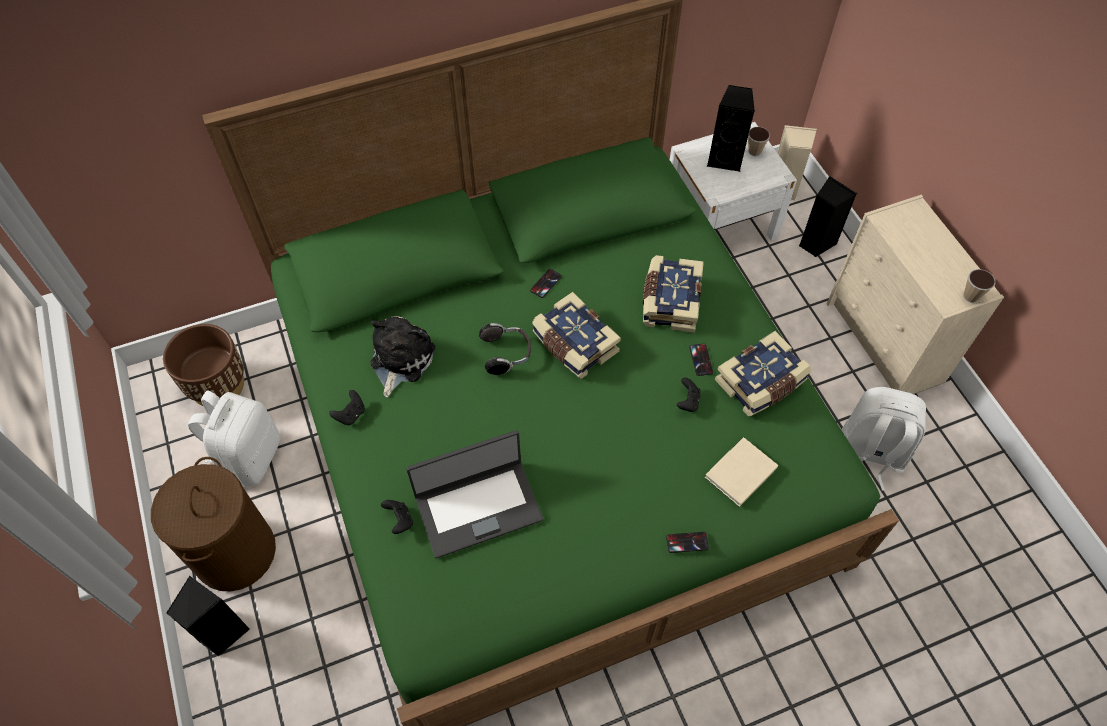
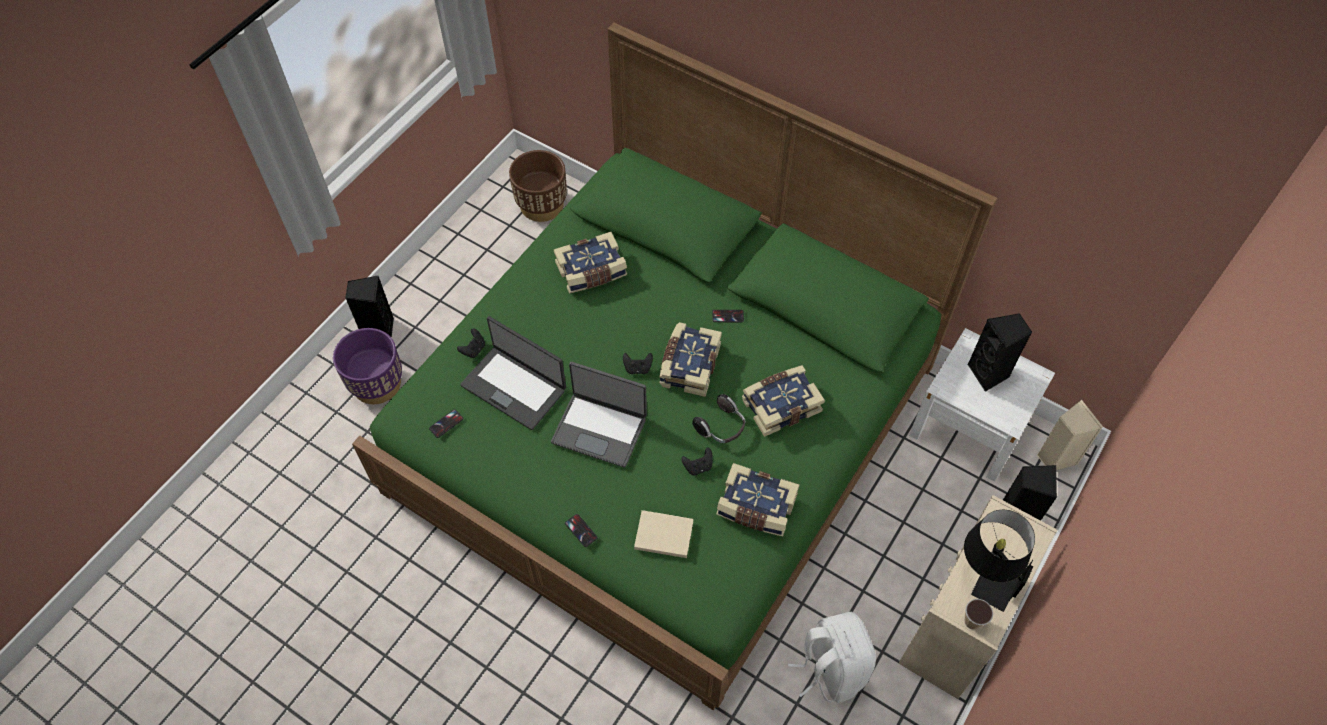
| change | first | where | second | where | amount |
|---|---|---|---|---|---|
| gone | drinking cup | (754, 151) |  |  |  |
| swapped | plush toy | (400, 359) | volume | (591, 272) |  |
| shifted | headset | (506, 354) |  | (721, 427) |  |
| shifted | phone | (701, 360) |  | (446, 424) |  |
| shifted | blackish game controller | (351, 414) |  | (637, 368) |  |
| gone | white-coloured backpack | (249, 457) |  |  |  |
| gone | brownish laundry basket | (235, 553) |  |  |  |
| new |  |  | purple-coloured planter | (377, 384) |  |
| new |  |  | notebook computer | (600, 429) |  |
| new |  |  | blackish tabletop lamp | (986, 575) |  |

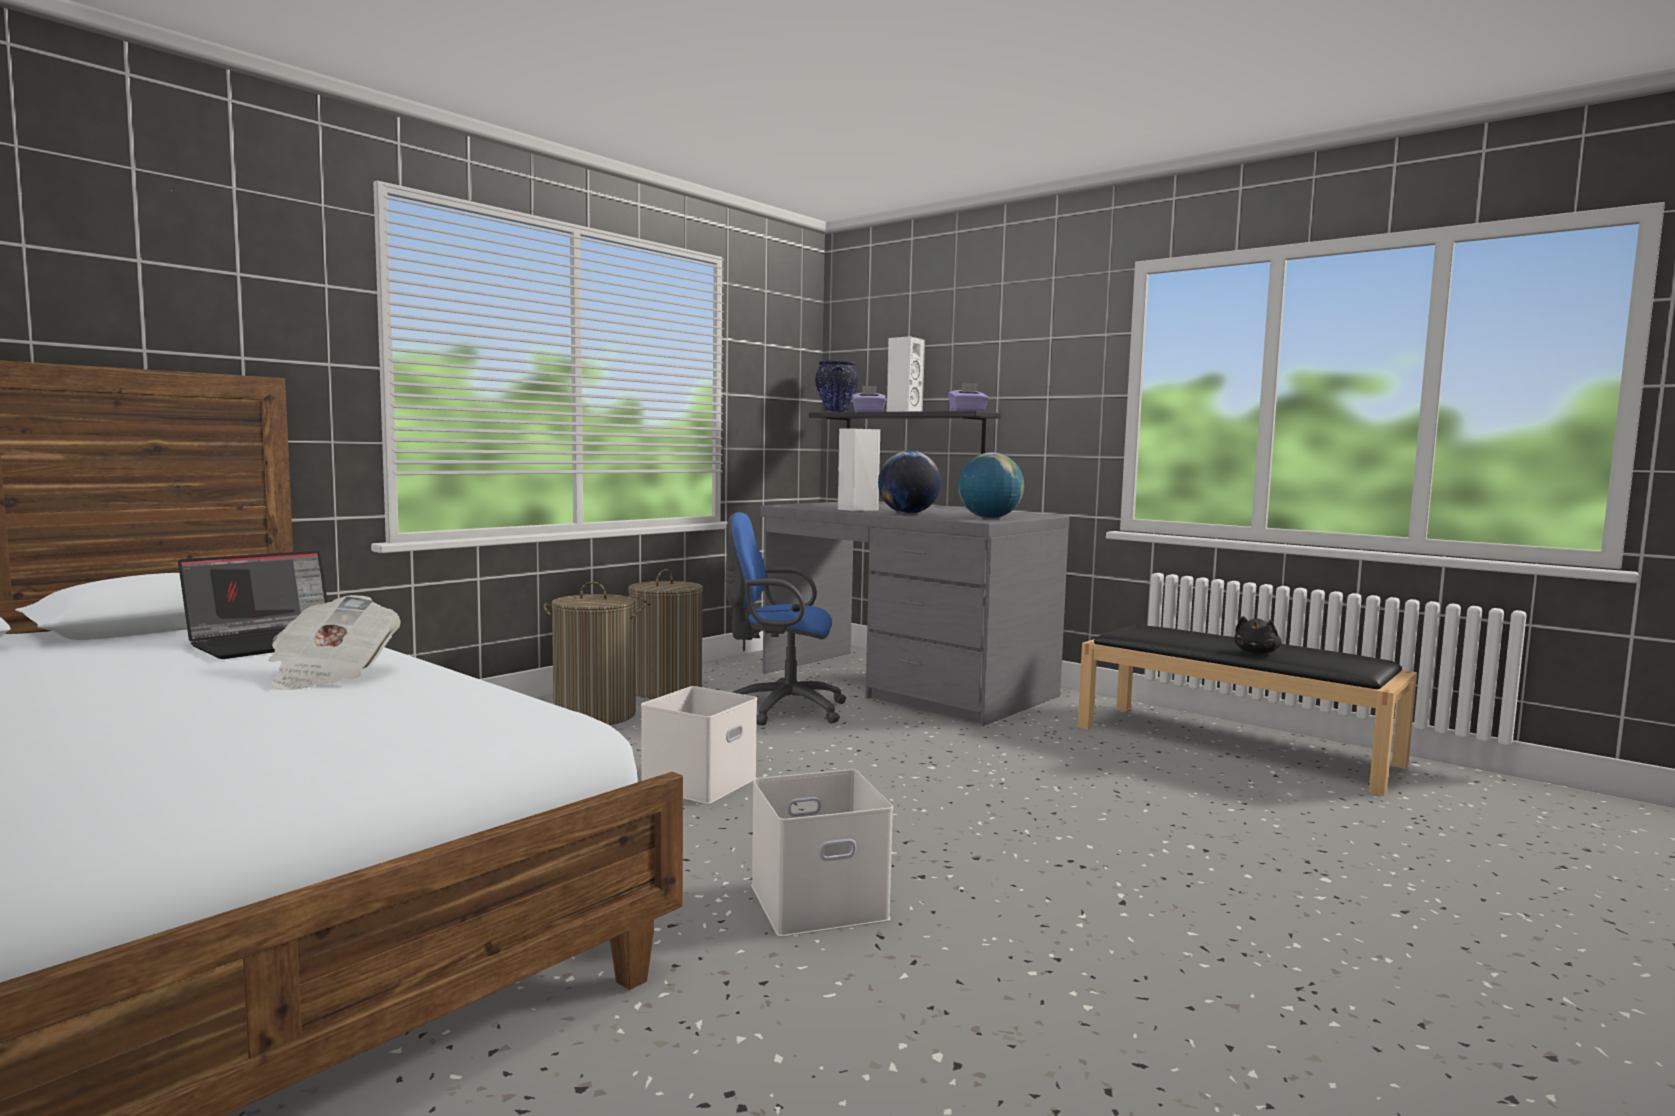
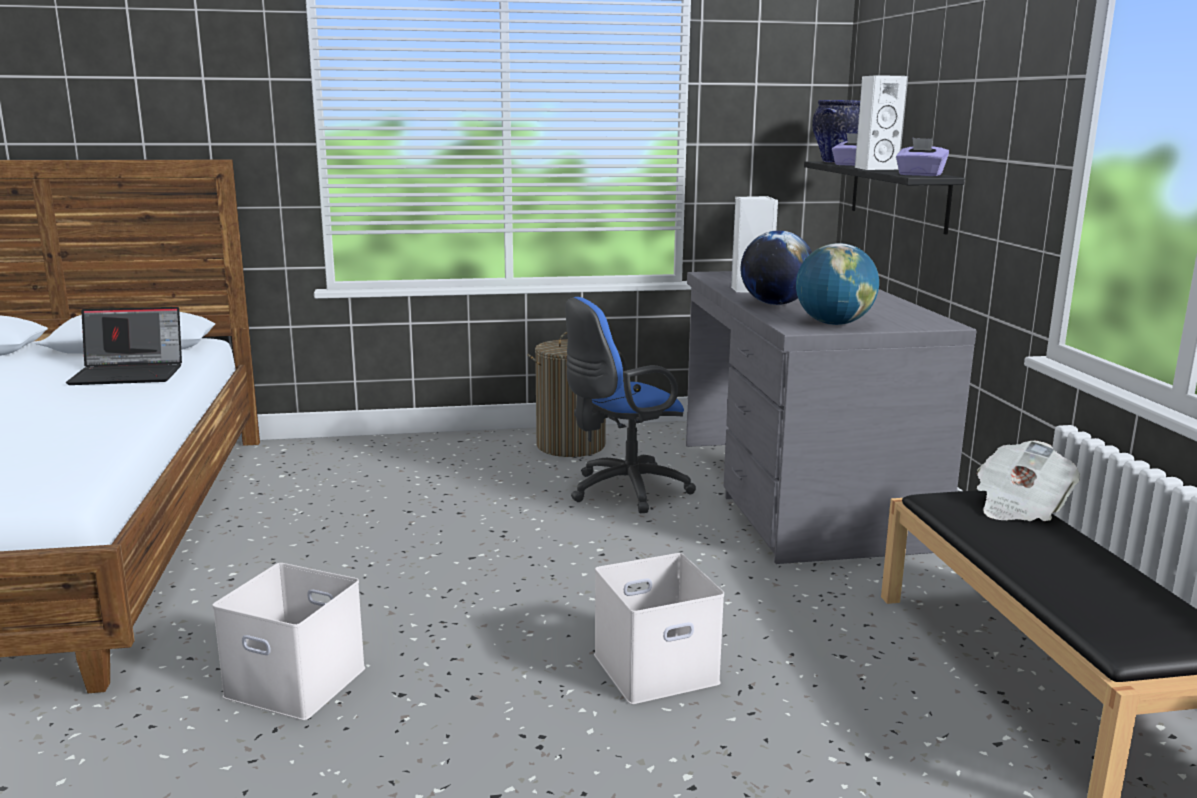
| change | first | where | second | where | amount |
|---|---|---|---|---|---|
| rotated | bluish office chair | (781, 709) |  | (623, 491) | 75 degrees counterclockwise |
| gone | laundry basket | (595, 715) |  |  |  |
| shifted | printed paper | (331, 675) |  | (1019, 507) |  |
| gone | blackish plush toy | (1256, 652) |  |  |  |
| shifted | white-coloured storage container | (699, 782) |  | (656, 667) |  |

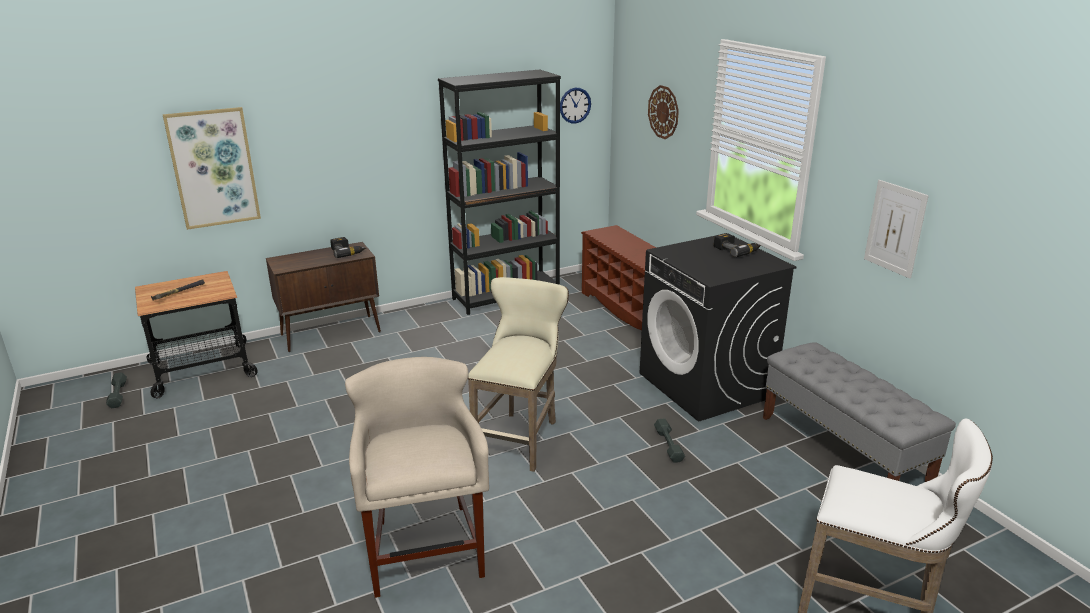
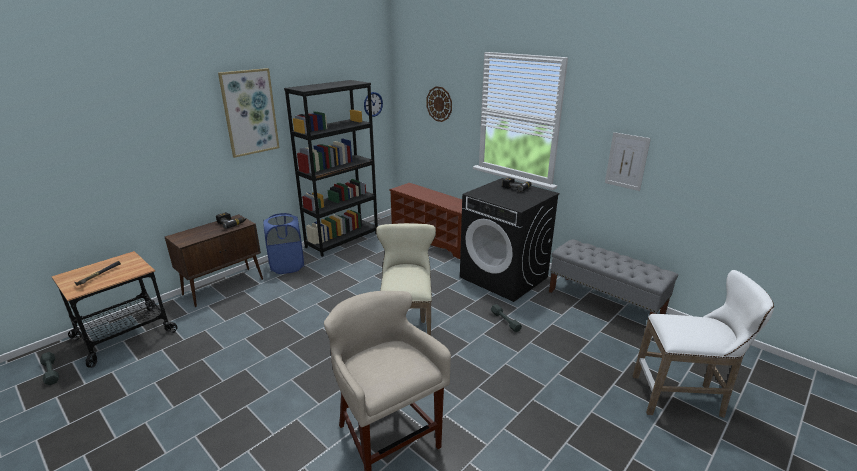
| change | first | where | second | where | amount |
|---|---|---|---|---|---|
| shifted | picture | (213, 168) |  | (249, 112) |  |
| new |  |  | bluish laundry basket | (287, 266) |  |

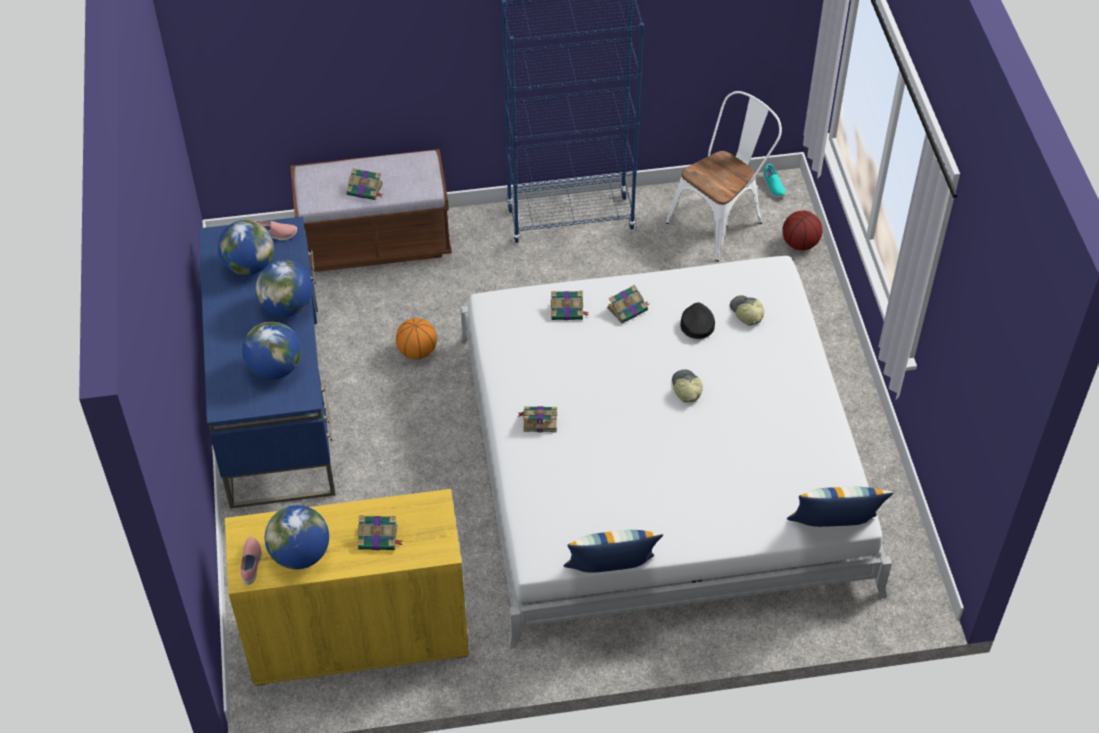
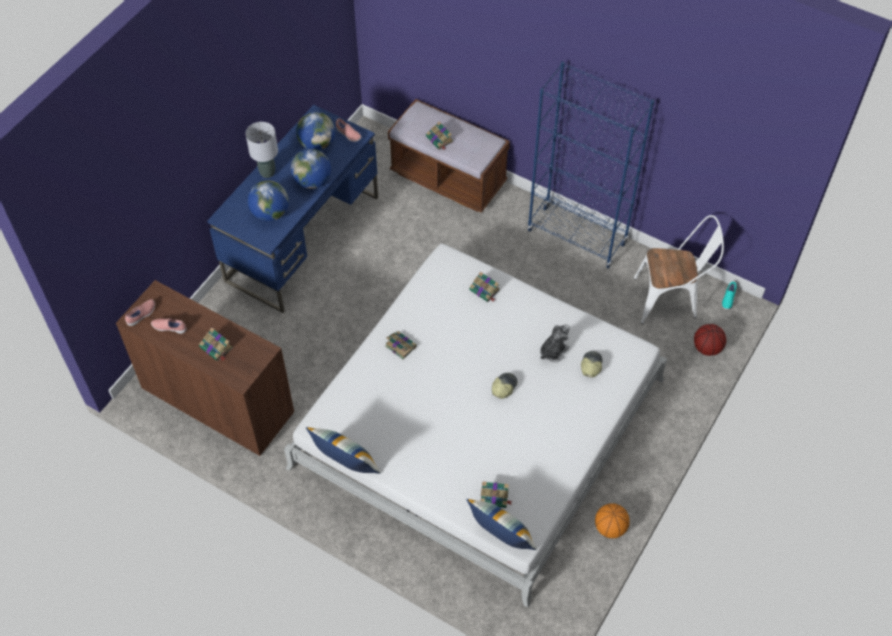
| change | first | where | second | where | amount |
|---|---|---|---|---|---|
| shifted | volume | (628, 309) |  | (495, 497) |  |
| swapped | blackish peaked cap | (697, 323) | plush toy | (553, 351) |  |
| shifted | basketball ball | (417, 351) |  | (610, 528) |  |
| repainted | yellowish cabinet | (358, 635) | brownish cabinet | (218, 400) |  |
| swapped | desk globe | (300, 554) | pink-coloured item of footwear | (170, 328) |  |
| new |  |  | greyish tabletop lamp | (267, 173) |  |

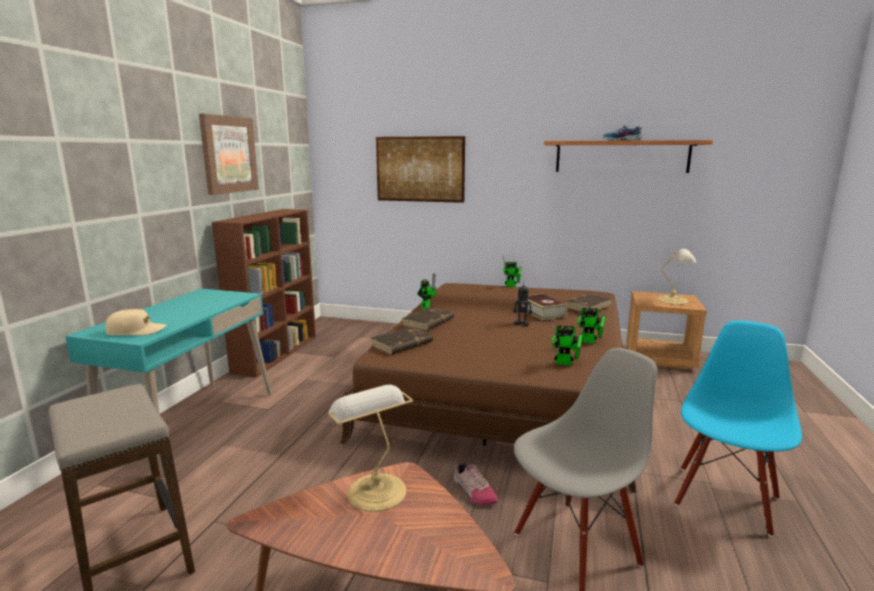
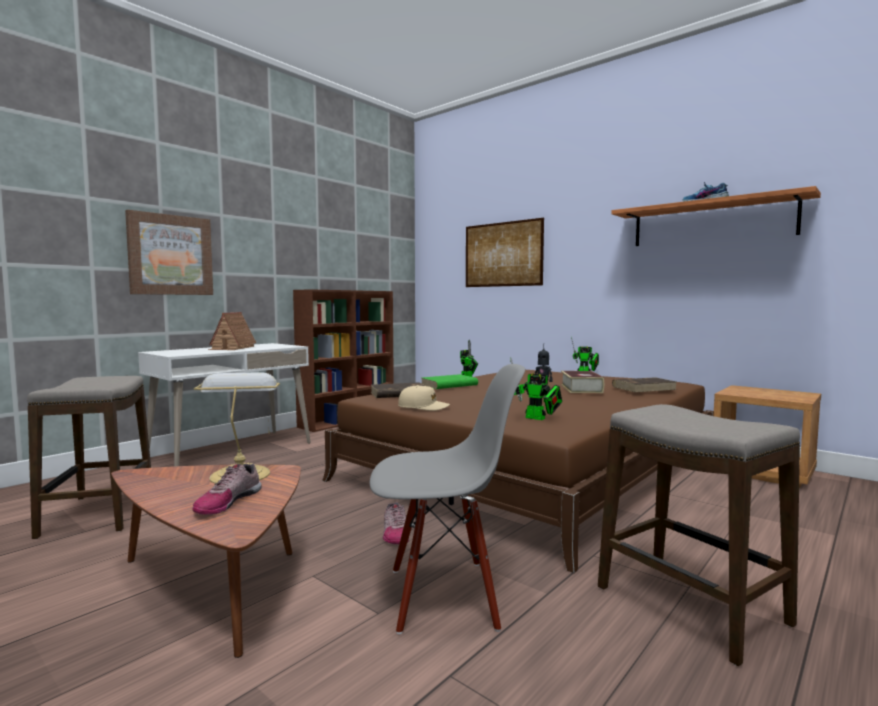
| change | first | where | second | where | amount |
|---|---|---|---|---|---|
| shifted | picture | (228, 154) |  | (170, 255) |  |
| gone | tabletop lamp | (674, 300) |  |  |  |
| repainted | turquoise-coloured desk table | (191, 423) | white-coloured desk table | (232, 451) |  |
| gone | robot figure | (590, 342) |  |  |  |
| repainted | brownish volume | (428, 322) | green volume | (448, 385) |  |
| shifted | beige peaked cap | (136, 331) |  | (423, 407) |  |
| swapped | bluish upright chair | (724, 499) | sitting stool | (690, 605) |  |
| new |  |  | model house | (232, 348) |  |
| new |  |  | item of footwear | (227, 502) |  |

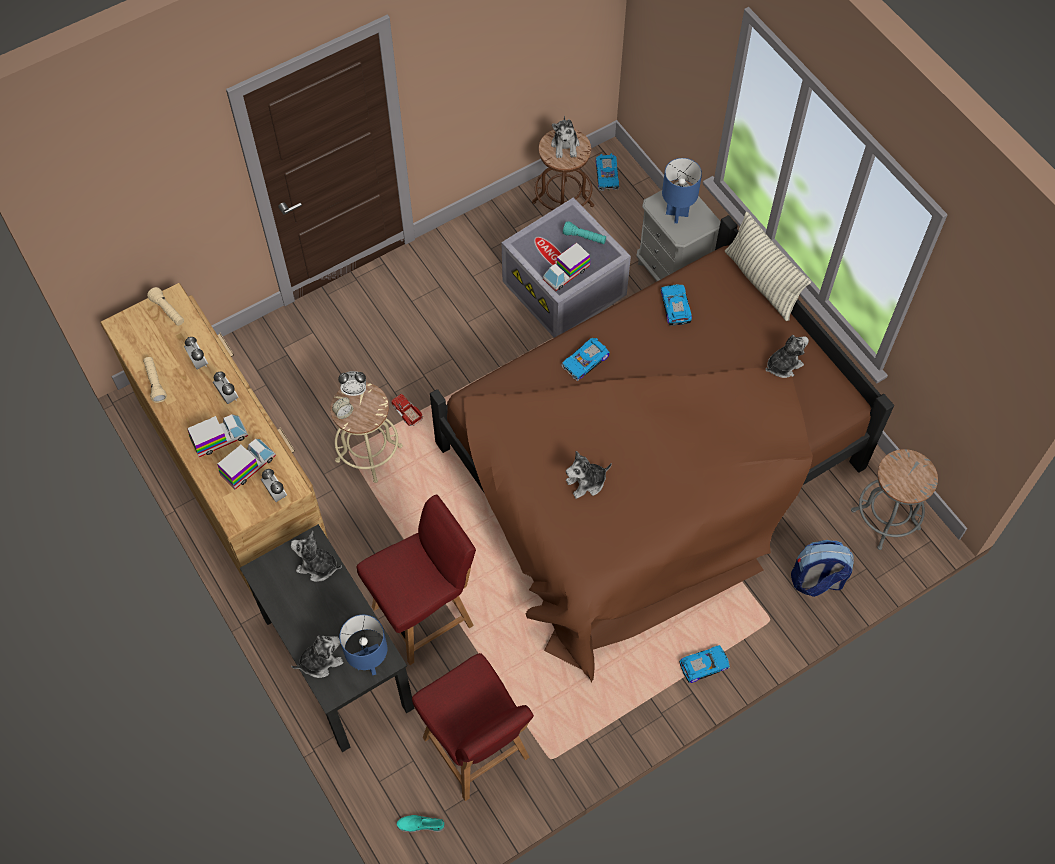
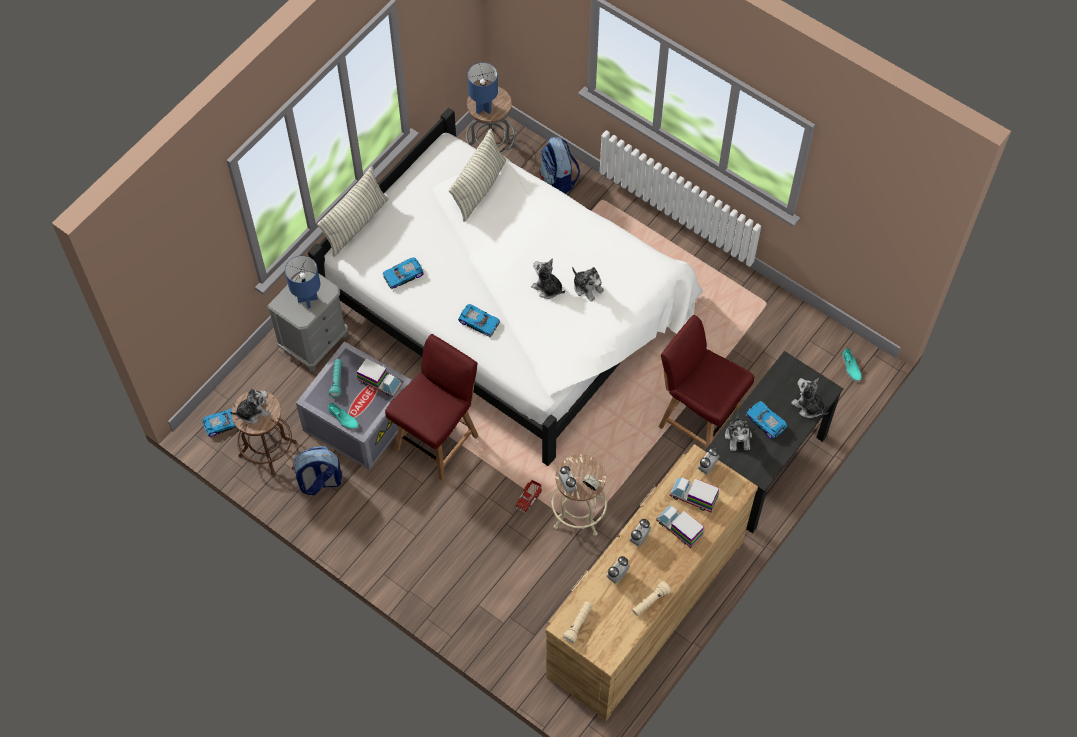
| change | first | where | second | where | amount |
|---|---|---|---|---|---|
| repainted | brownish bed | (648, 469) | white-coloured bed | (511, 308) |  |
| shifted | plush toy | (783, 365) |  | (547, 288) |  |
| shifted | bluish tabletop lamp | (369, 663) |  | (483, 108) |  |
| shifted | model car | (703, 664) |  | (765, 422) |  |
| shifted | reddish upright chair | (477, 750) |  | (438, 441) |  |
| new |  |  | cushion | (479, 188) |  |
| new |  |  | turquoise-coloured item of footwear | (343, 419) |  |
| new |  |  | backpack | (319, 482) |  |

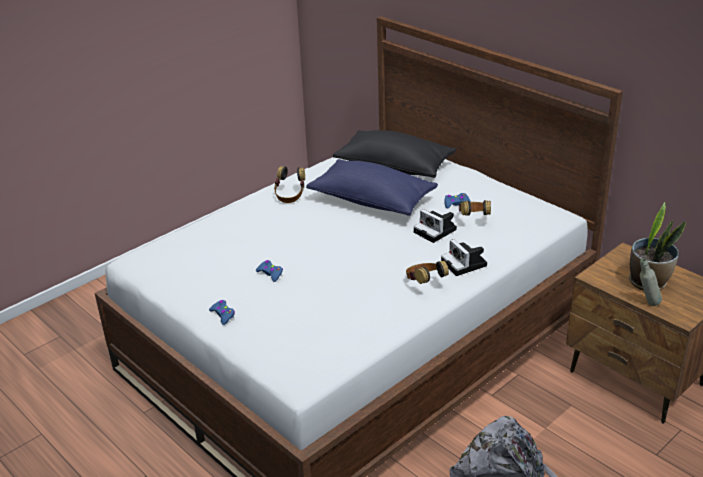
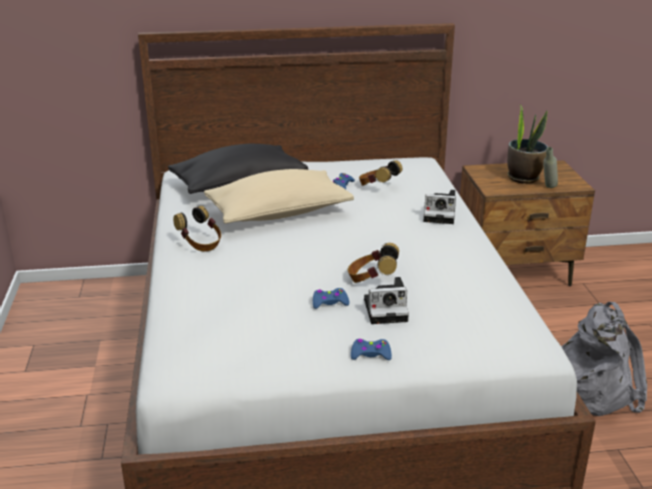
| change | first | where | second | where | amount |
|---|---|---|---|---|---|
| repainted | bluish cushion | (372, 201) | beige cushion | (278, 213) |  |
| shifted | photo camera | (436, 231) |  | (387, 310) |  |
| shifted | headset | (424, 284) |  | (372, 280) |  |

